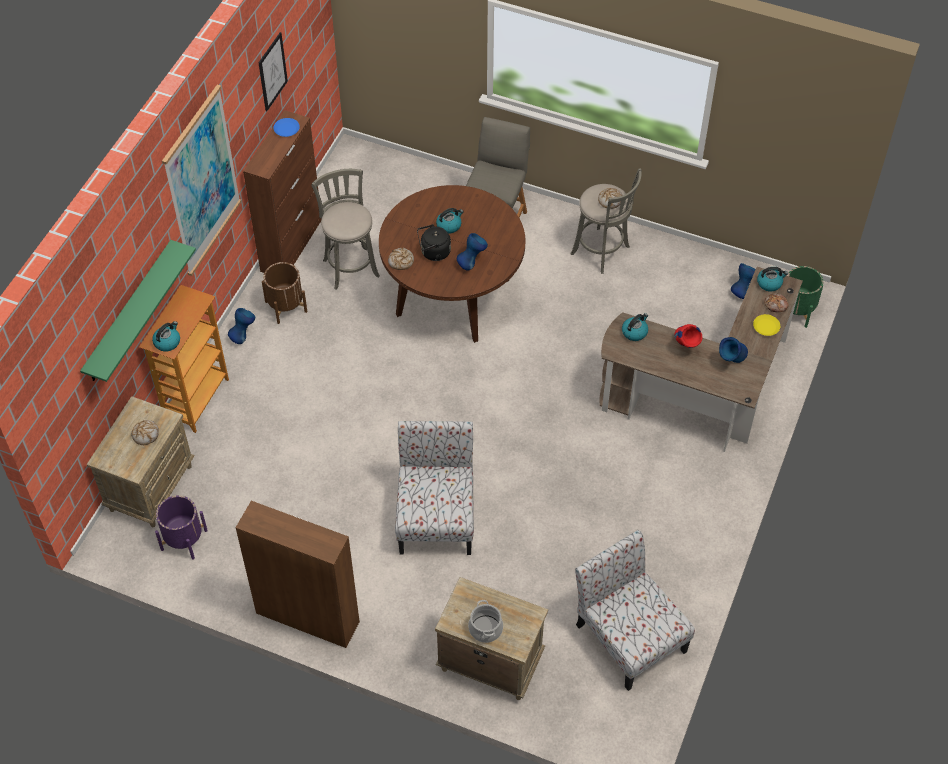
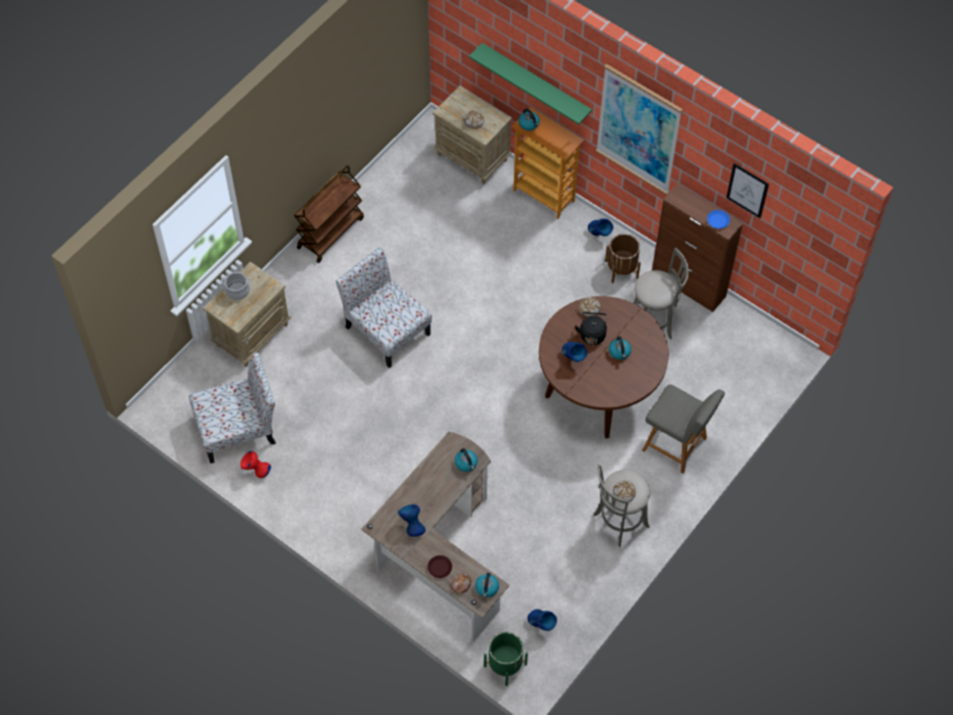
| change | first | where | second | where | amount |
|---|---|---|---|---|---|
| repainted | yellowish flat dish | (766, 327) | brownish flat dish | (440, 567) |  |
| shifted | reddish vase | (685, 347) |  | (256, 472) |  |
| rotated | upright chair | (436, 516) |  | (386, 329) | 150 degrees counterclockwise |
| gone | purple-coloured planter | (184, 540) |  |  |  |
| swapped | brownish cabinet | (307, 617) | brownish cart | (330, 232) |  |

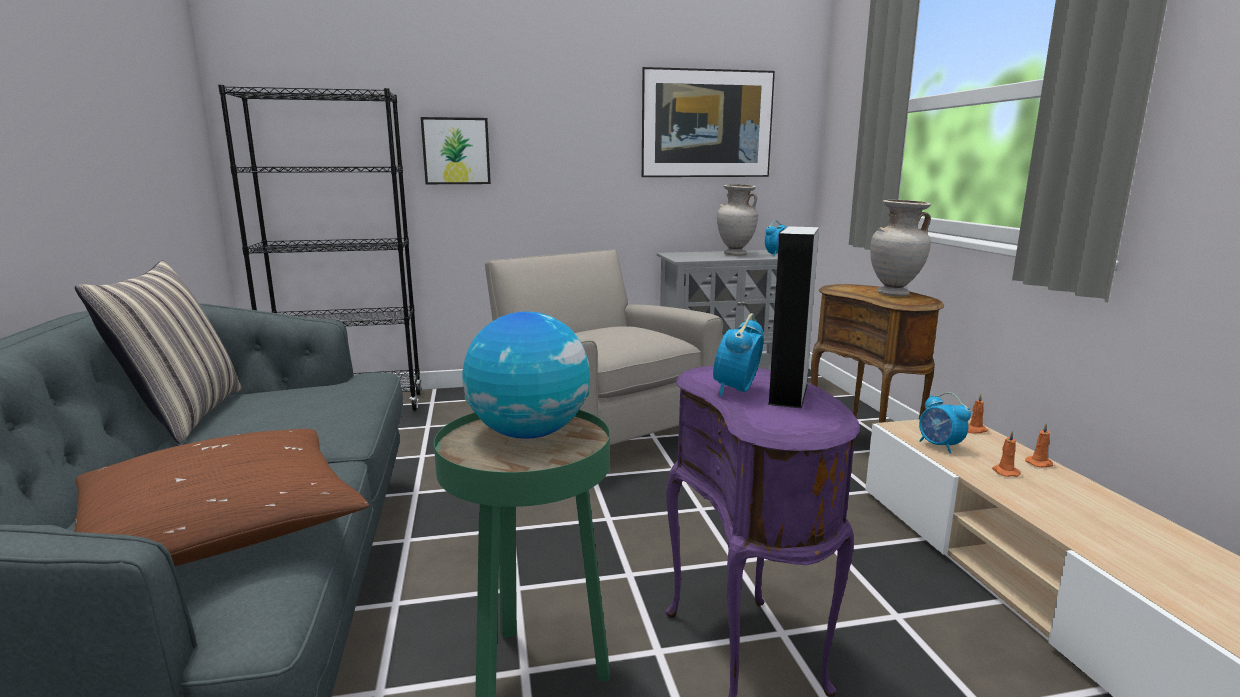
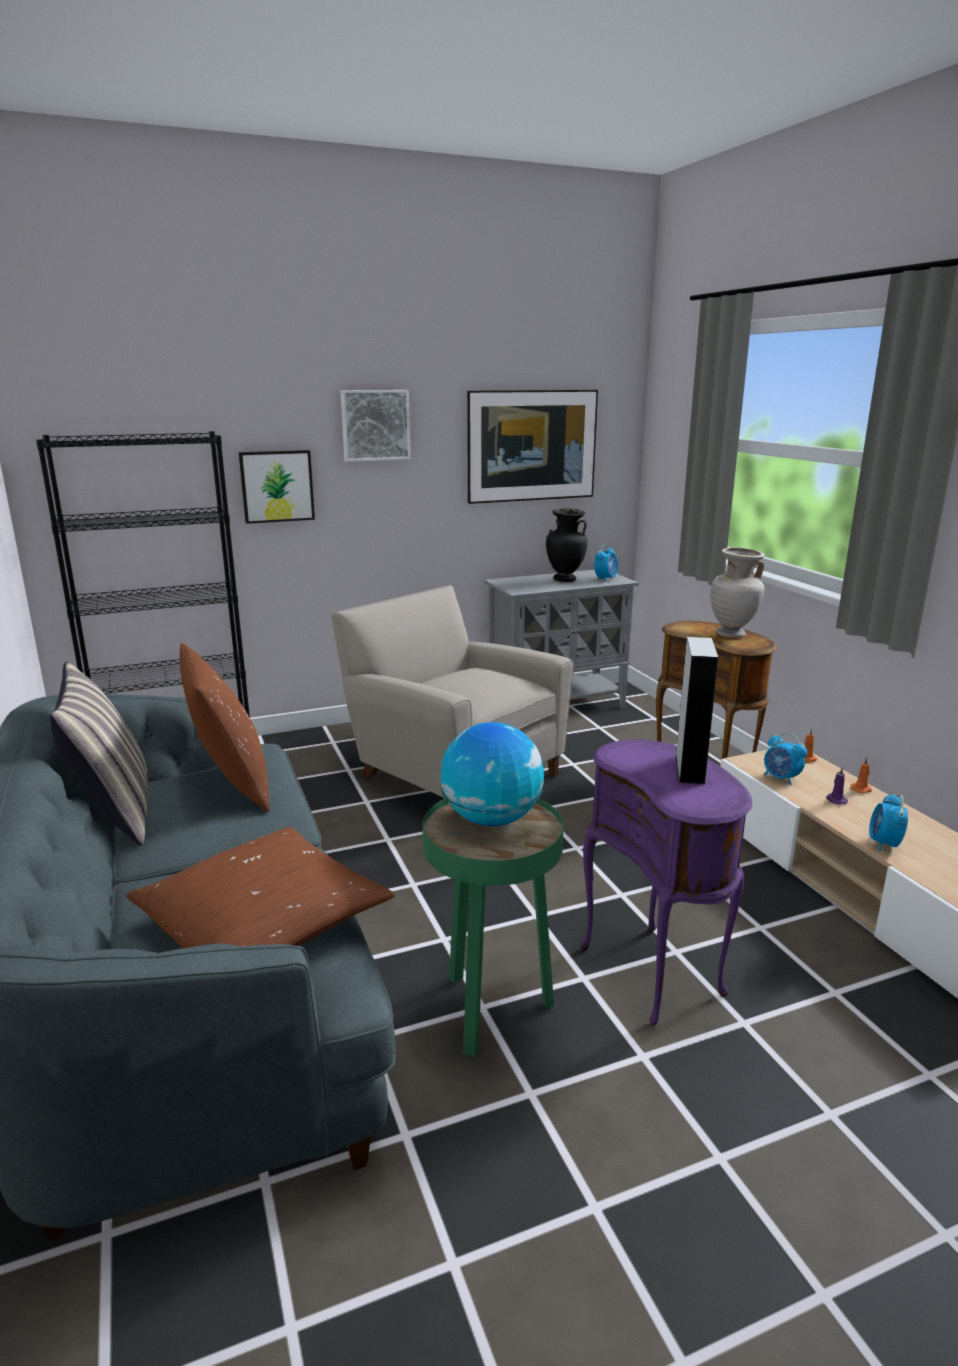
| change | first | where | second | where | amount |
|---|---|---|---|---|---|
| repainted | beige vase | (735, 254) | blackish vase | (565, 580) |  |
| shifted | alarm clock | (736, 391) |  | (884, 844) |  |
| repainted | orange wax candle | (1004, 472) | purple-coloured wax candle | (835, 800) |  |
| new |  |  | picture | (375, 425) |  |
| new |  |  | brownish cushion | (231, 785) |  |

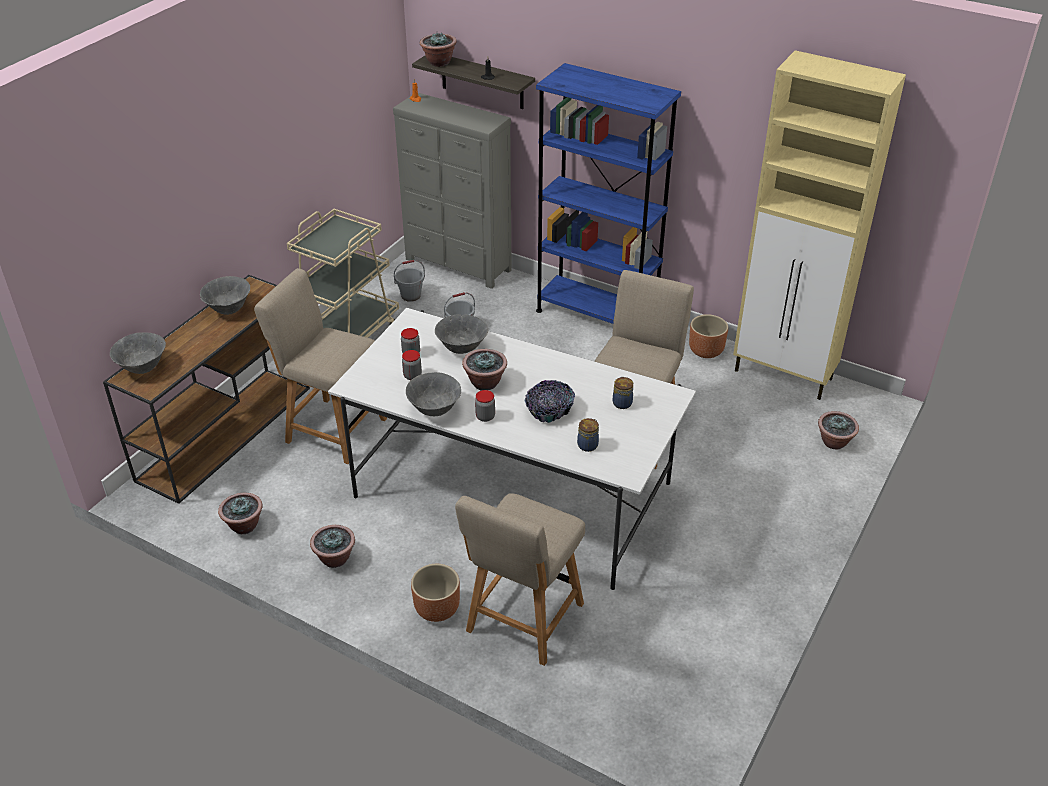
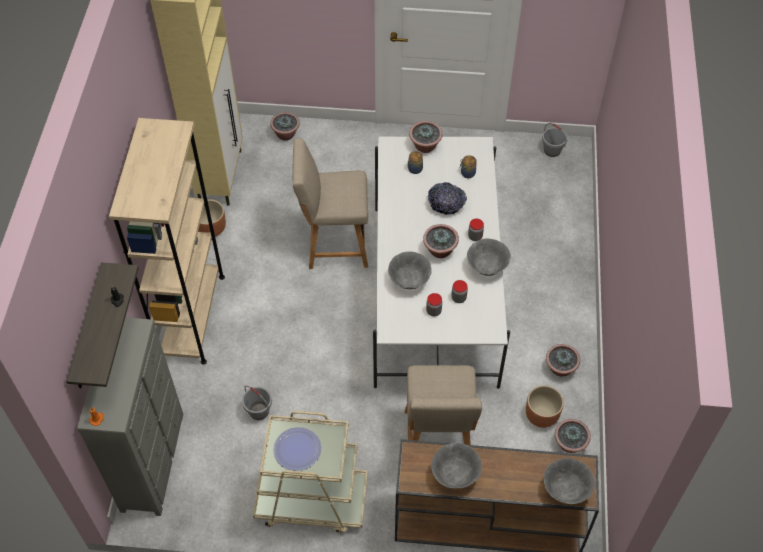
| change | first | where | second | where | amount |
|---|---|---|---|---|---|
| shifted | potted plant | (439, 62) |  | (425, 147) |  |
| repainted | bluish bookshelf | (596, 315) | beige bookshelf | (192, 316) |  |
| shifted | greyish pail | (411, 295) |  | (552, 151) |  |
| gone | beige upright chair | (522, 621) |  |  |  |
| shifted | brownish planter | (436, 609) |  | (541, 416) |  |
| new |  |  | flat dish | (297, 449) |  |

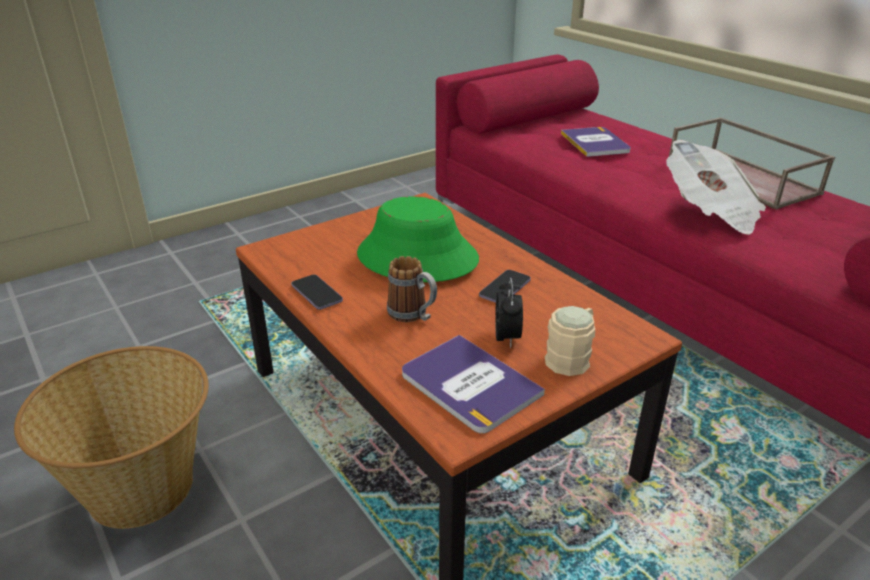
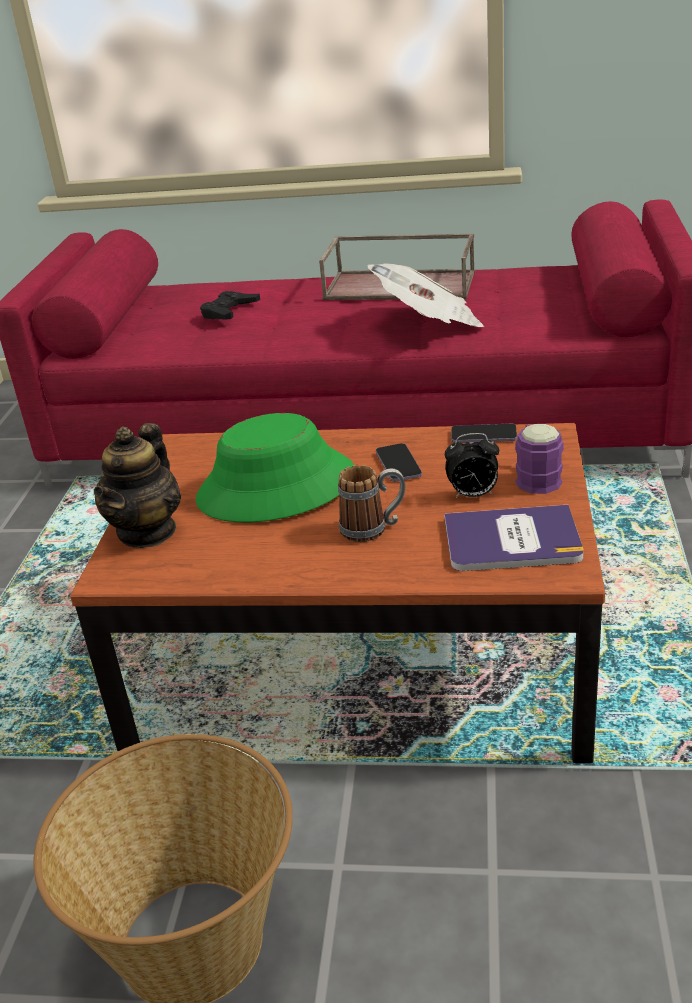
| change | first | where | second | where | amount |
|---|---|---|---|---|---|
| swapped | volume | (595, 143) | blackish game controller | (229, 311) |  |
| shifted | phone | (316, 293) |  | (483, 435) |  |
| rotated | alarm clock | (507, 338) |  | (473, 495) | 135 degrees clockwise |
| repainted | beige tea mug | (571, 357) | purple-coloured tea mug | (535, 477) |  |
| new |  |  | teapot | (147, 531) |  |

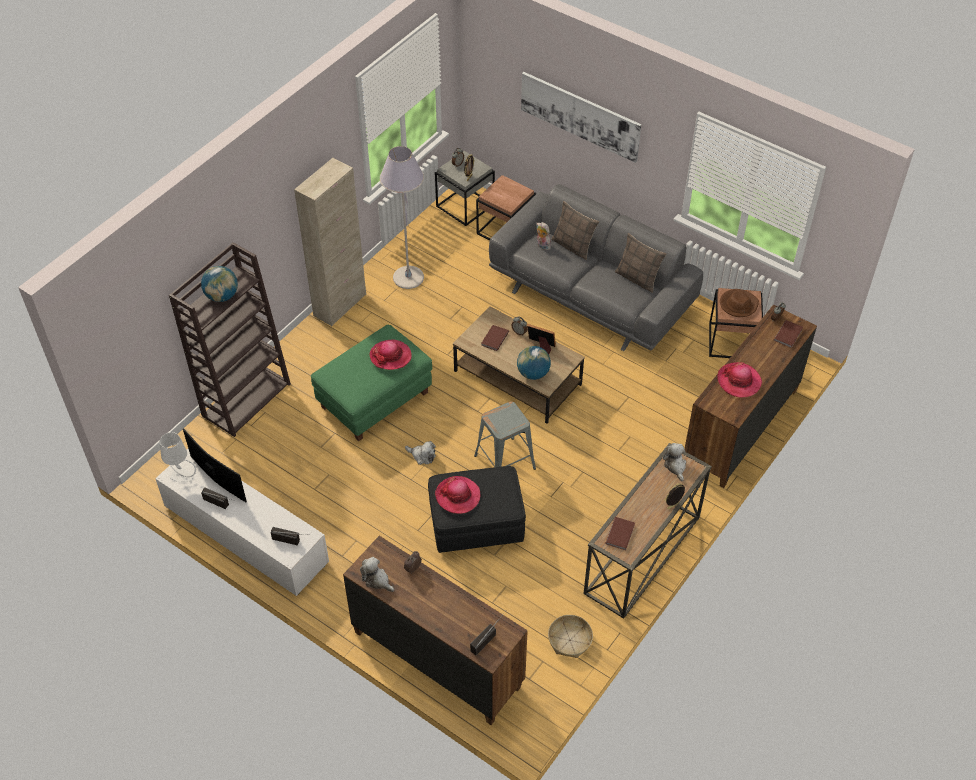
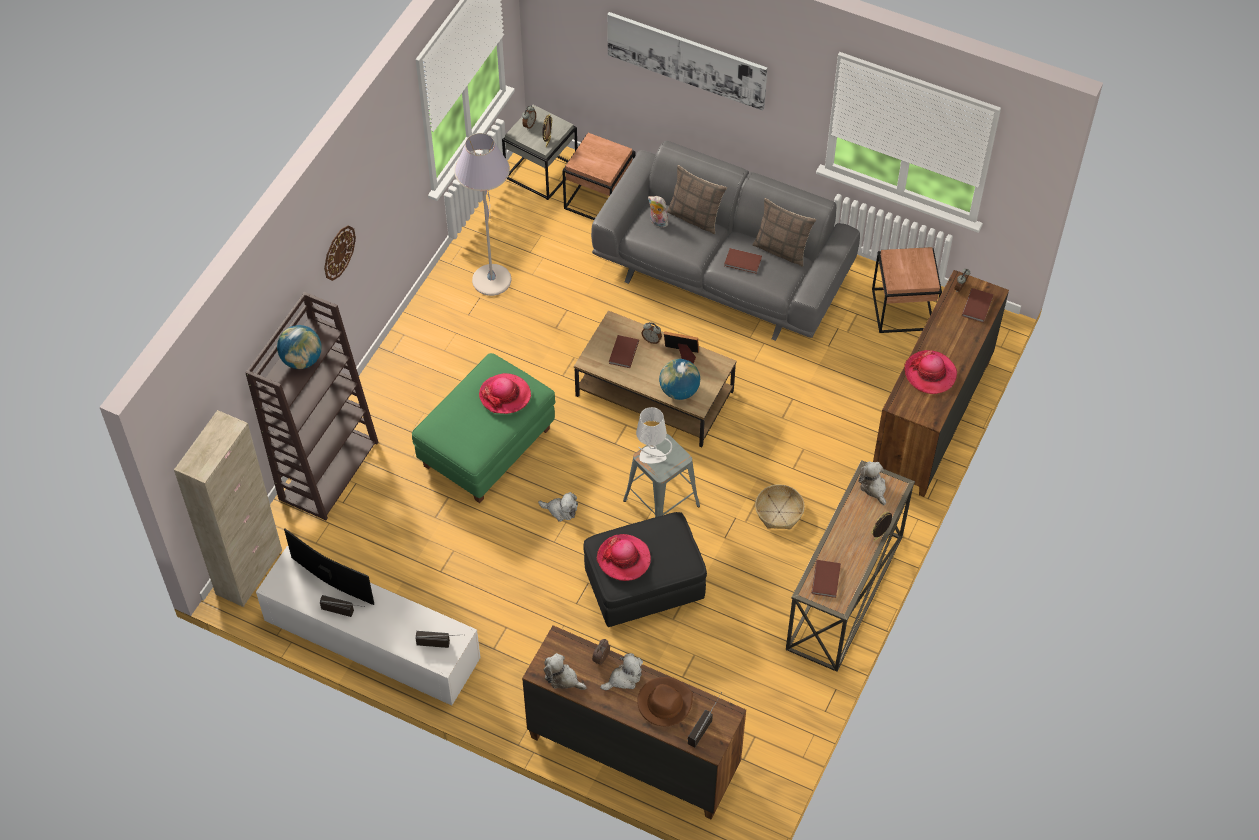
| change | first | where | second | where | amount |
|---|---|---|---|---|---|
| shifted | beige cabinet | (340, 305) |  | (249, 572) |  |
| shifted | brownish hat | (738, 304) |  | (664, 703) |  |
| shifted | white-coloured tabletop lamp | (182, 476) |  | (652, 456) |  |
| shifted | basket | (569, 640) |  | (778, 512) |  |
| new |  |  | clock on the wall | (339, 252) |  |
| new |  |  | brownish volume | (743, 262) |  |
| new |  |  | plush toy | (624, 678) |  |

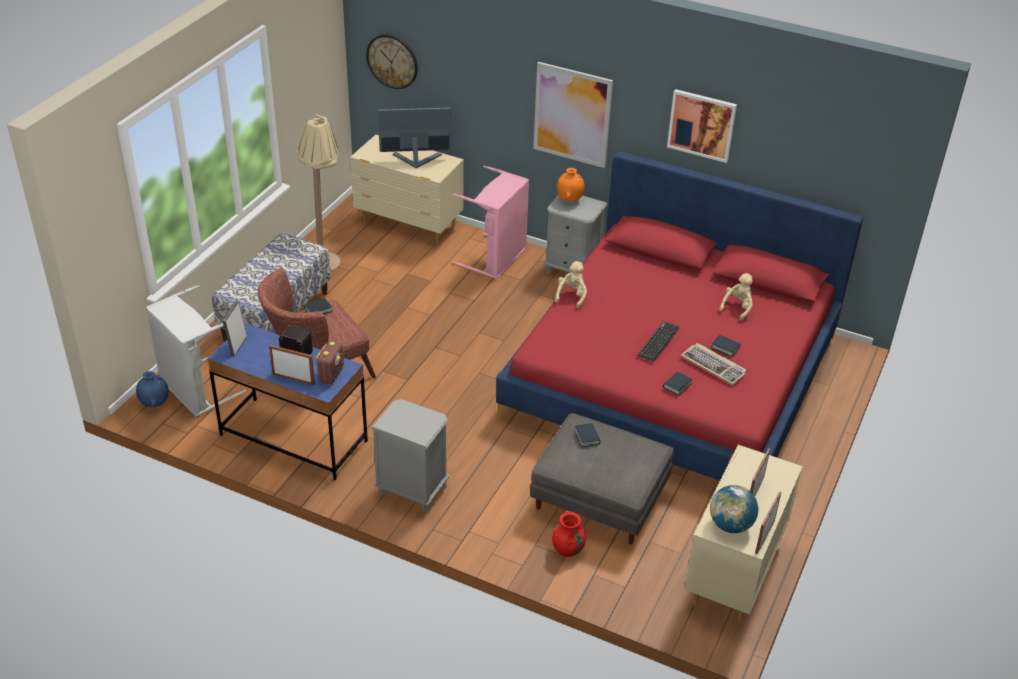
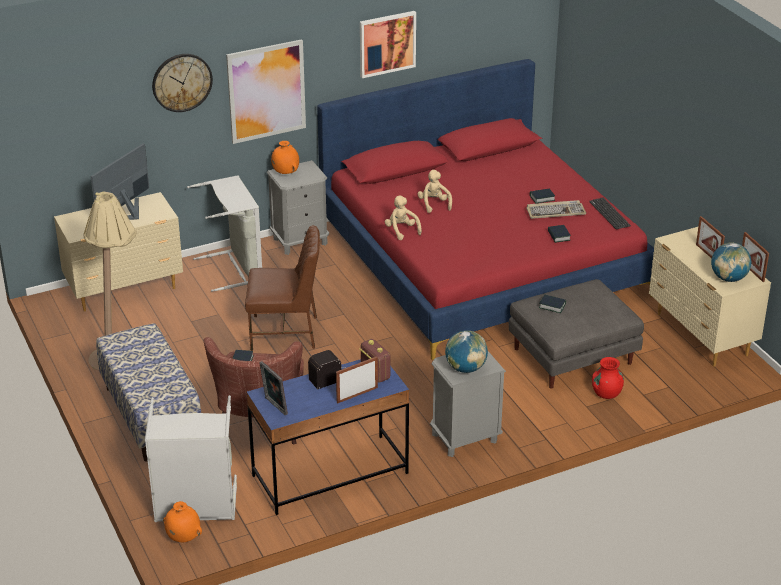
| change | first | where | second | where | amount |
|---|---|---|---|---|---|
| shifted | clock on the wall | (392, 61) |  | (182, 82) |  |
| repainted | pink-coloured laundry basket | (496, 259) | greyish laundry basket | (236, 269) |  |
| shifted | beige plush toy | (737, 307) |  | (434, 204) |  |
| shifted | PC keyboard | (658, 341) |  | (609, 214) |  |
| repainted | bluish vase | (154, 403) | orange vase | (183, 538) |  |
| new |  |  | brownish upright chair | (285, 333) |  |
| new |  |  | desk globe | (465, 368) |  |

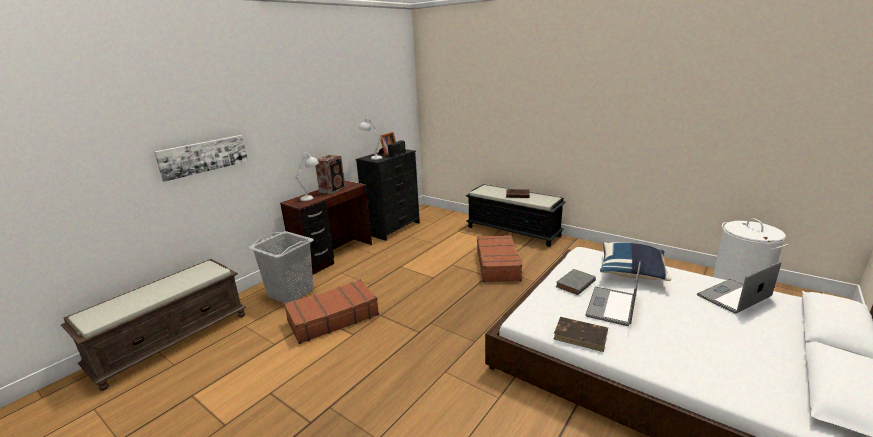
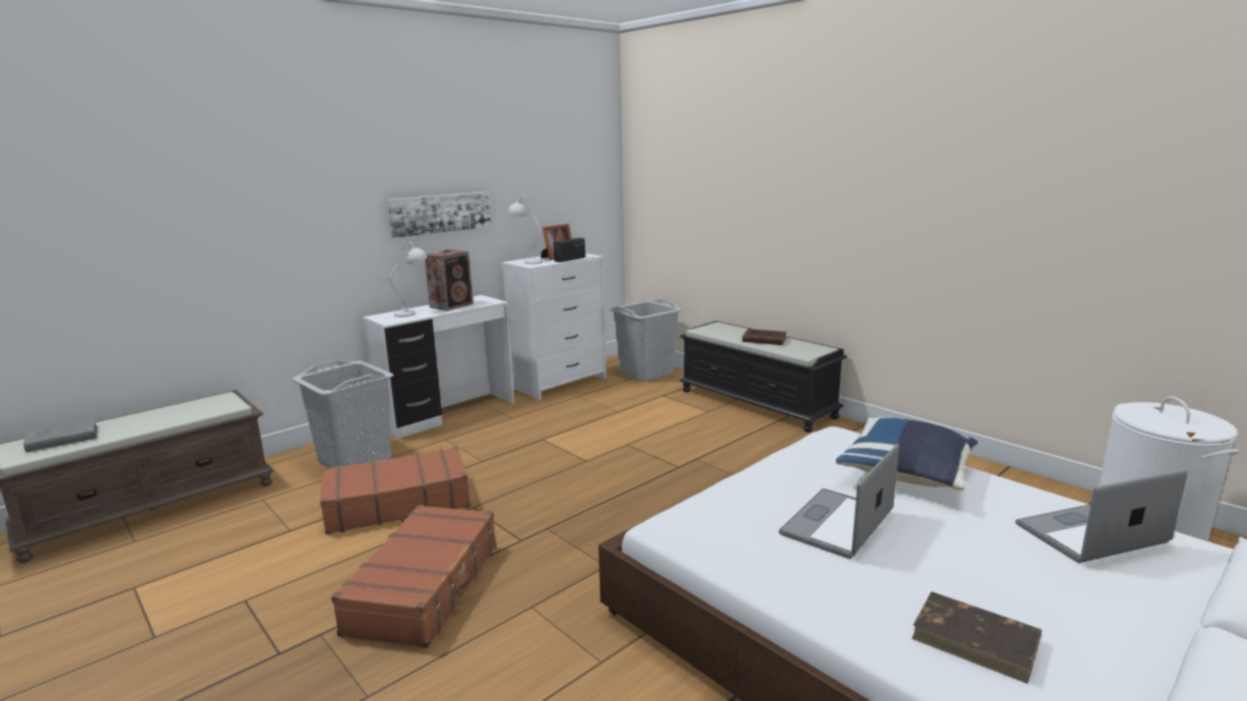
| change | first | where | second | where | amount |
|---|---|---|---|---|---|
| shifted | picture | (203, 156) |  | (440, 213) |  |
| repainted | blackish drawer chest | (393, 228) | white-coloured drawer chest | (559, 383) |  |
| repainted | brownish desk table | (334, 256) | white-coloured desk table | (449, 414) |  |
| shifted | brownish suitcase | (498, 265) |  | (426, 587) |  |
| shifted | greyish volume | (575, 284) |  | (60, 439) |  |
| shifted | brownish volume | (581, 336) |  | (976, 640) |  |
| new |  |  | greyish laundry basket | (646, 374) |  |

